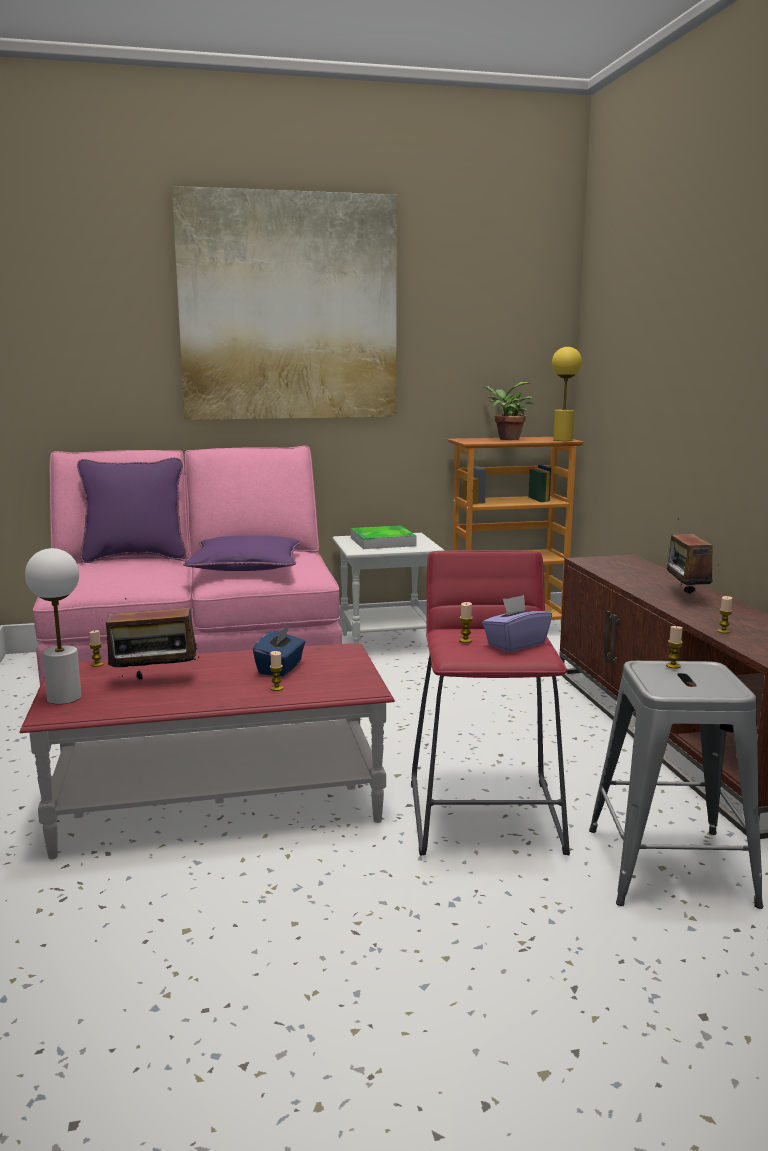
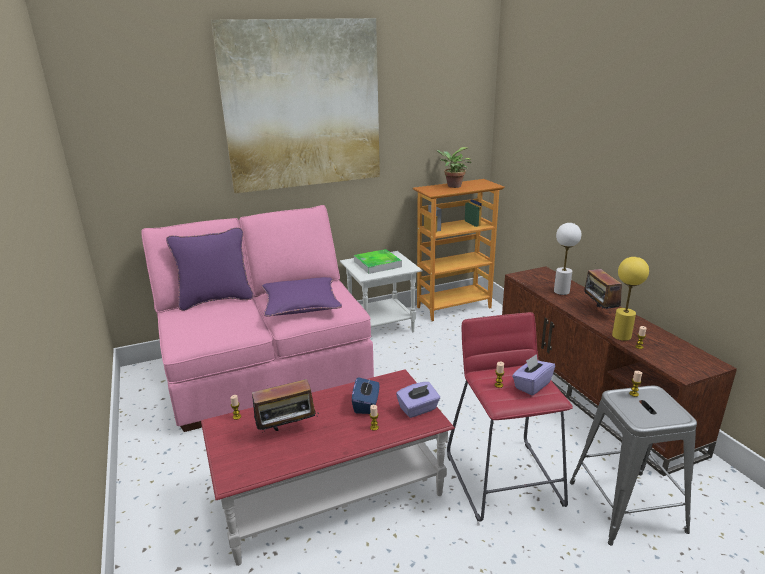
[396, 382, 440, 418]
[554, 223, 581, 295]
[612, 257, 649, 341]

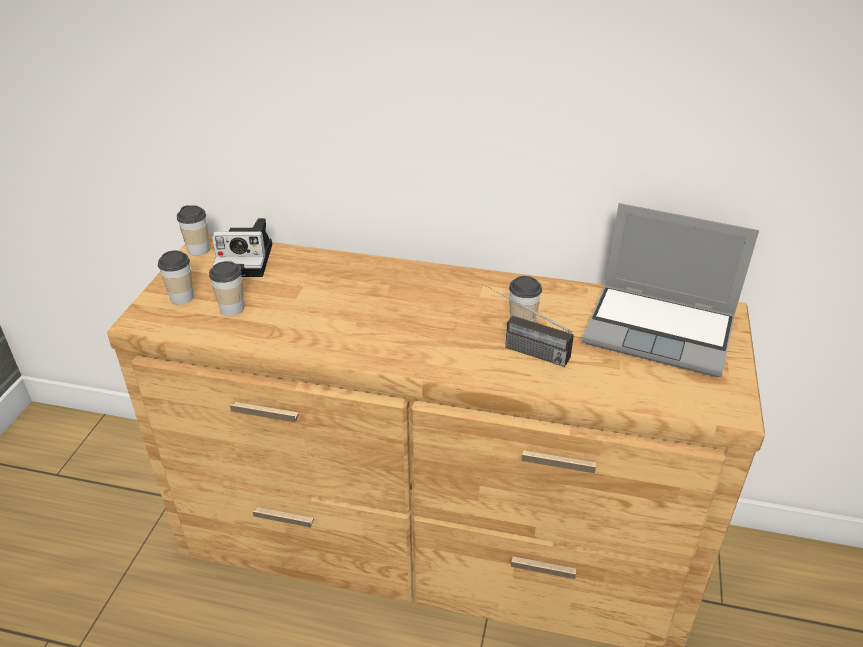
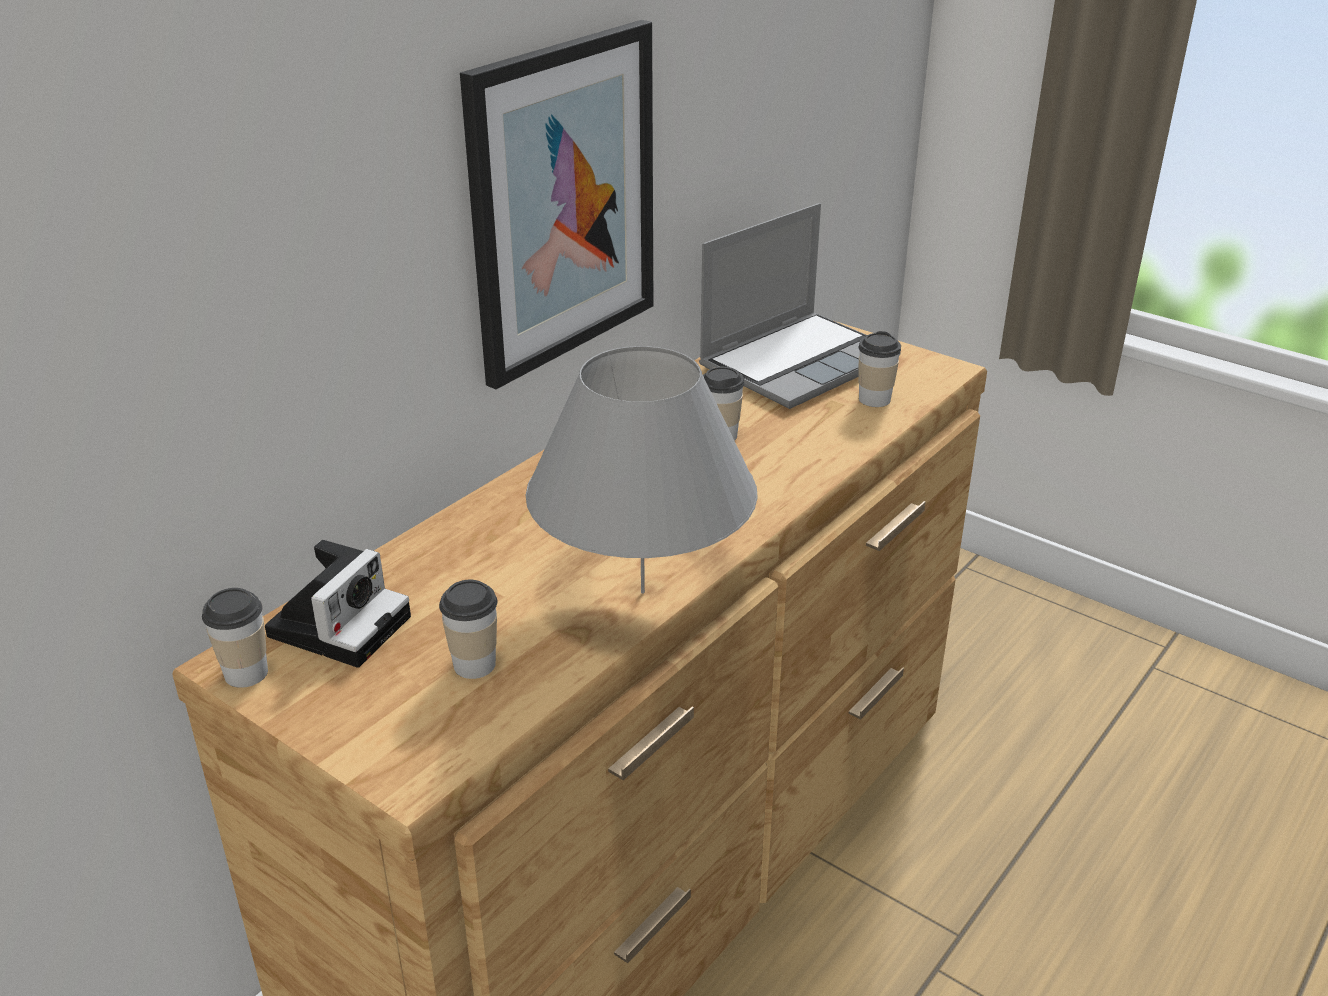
[460, 20, 653, 389]
[526, 346, 758, 594]
[858, 331, 901, 407]
[482, 283, 574, 367] (first image)

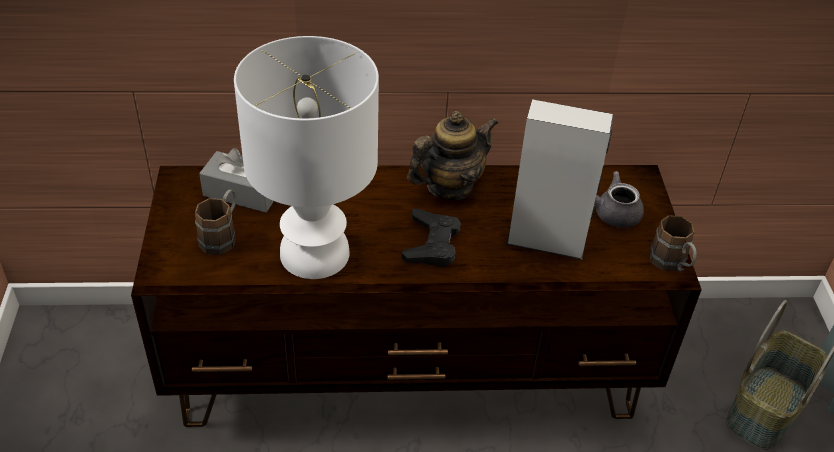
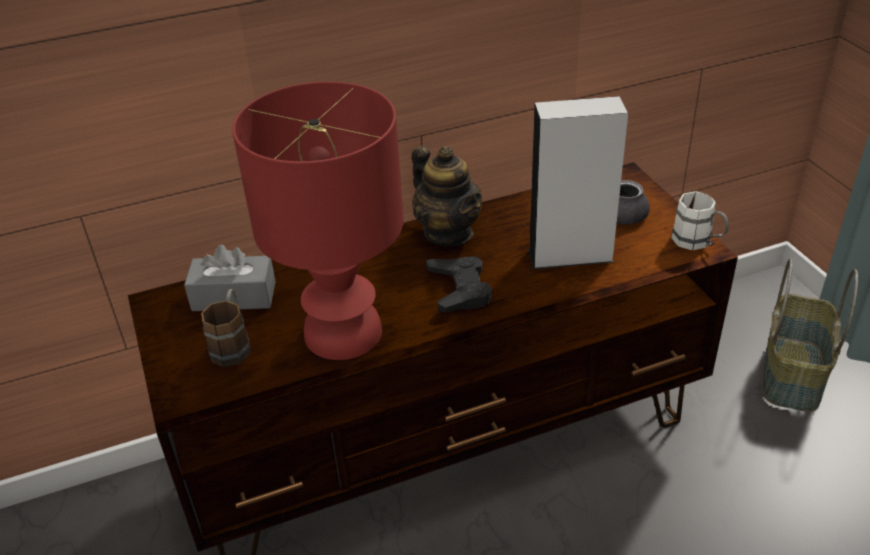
[232, 81, 404, 360]
[411, 146, 482, 246]
[672, 191, 729, 250]

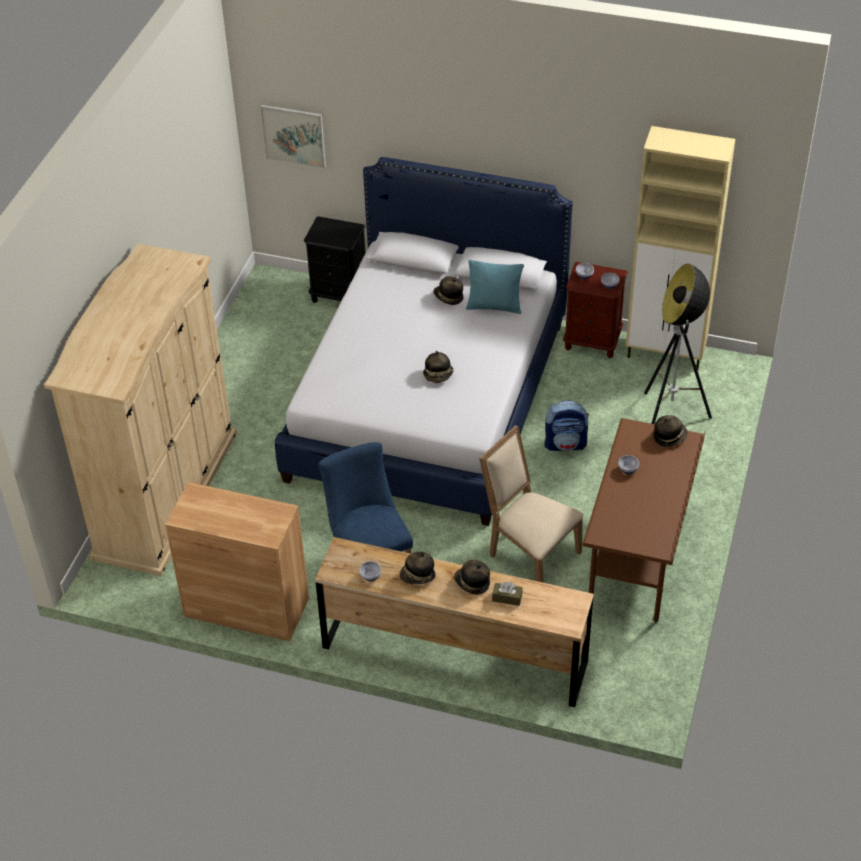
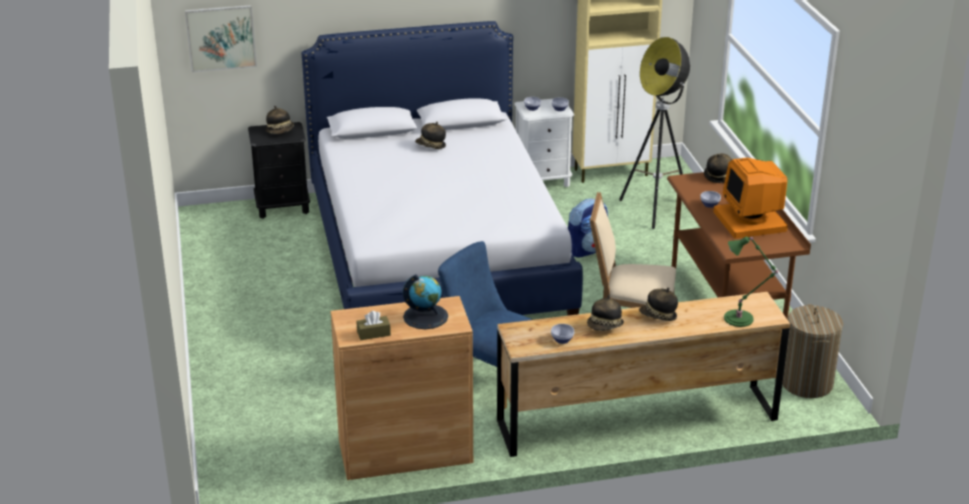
[266, 106, 294, 134]
[357, 311, 391, 340]
[402, 274, 448, 329]
[514, 99, 574, 187]
[714, 158, 788, 239]
[724, 236, 779, 327]
[782, 304, 843, 398]
[44, 243, 237, 576] (first image)
[466, 260, 524, 314] (first image)

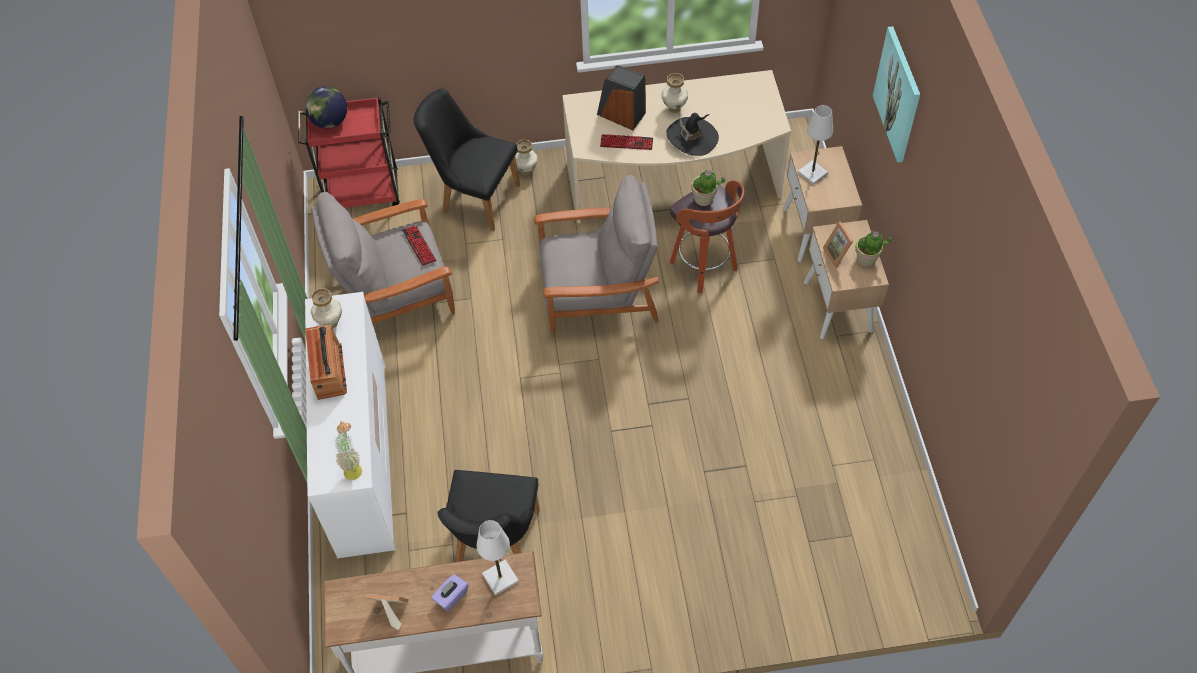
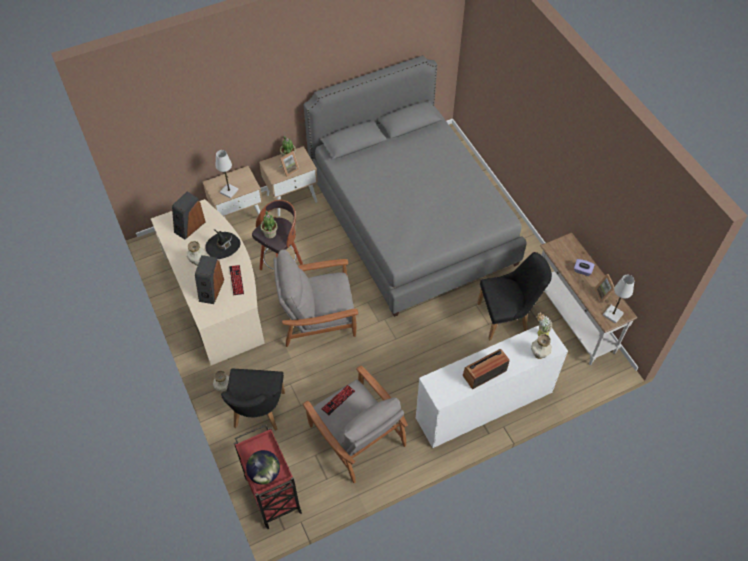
[172, 192, 206, 239]
[273, 249, 358, 347]
[304, 55, 527, 317]
[531, 334, 552, 359]
[603, 275, 634, 324]
[873, 26, 920, 163] (first image)

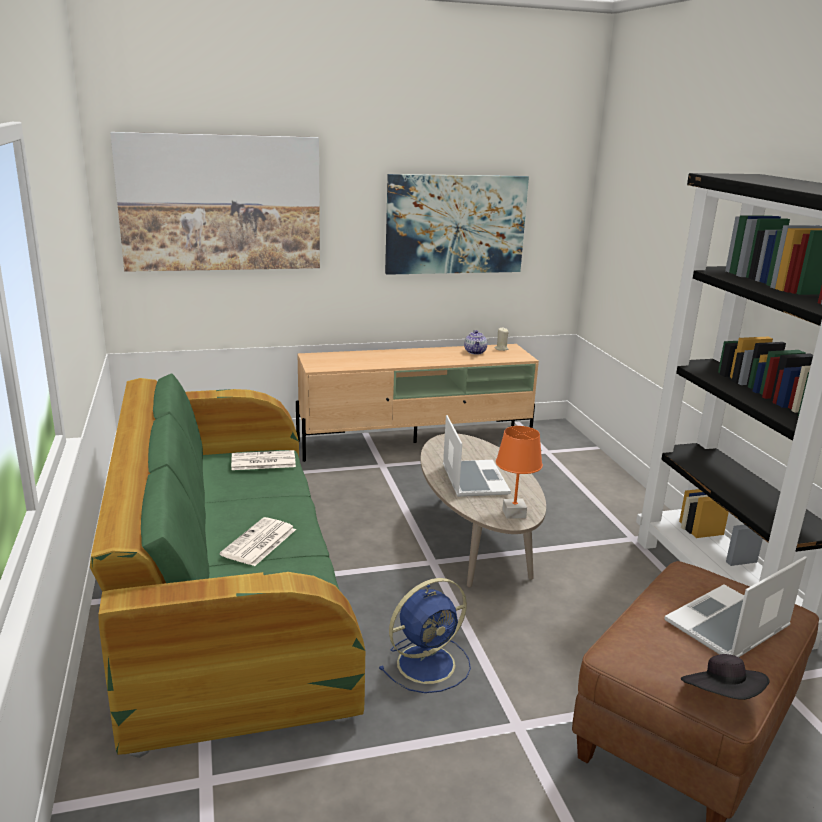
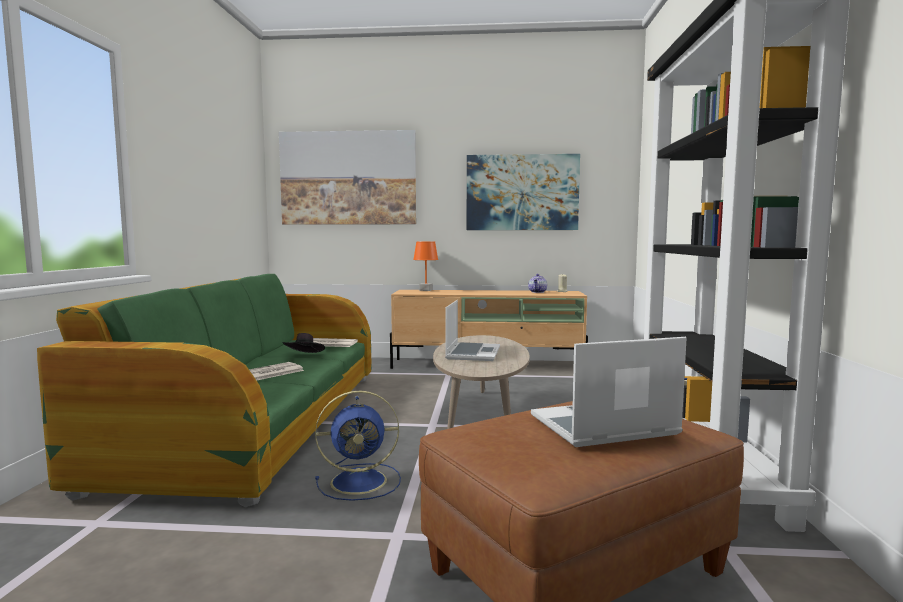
[283, 333, 325, 353]
[413, 241, 438, 291]

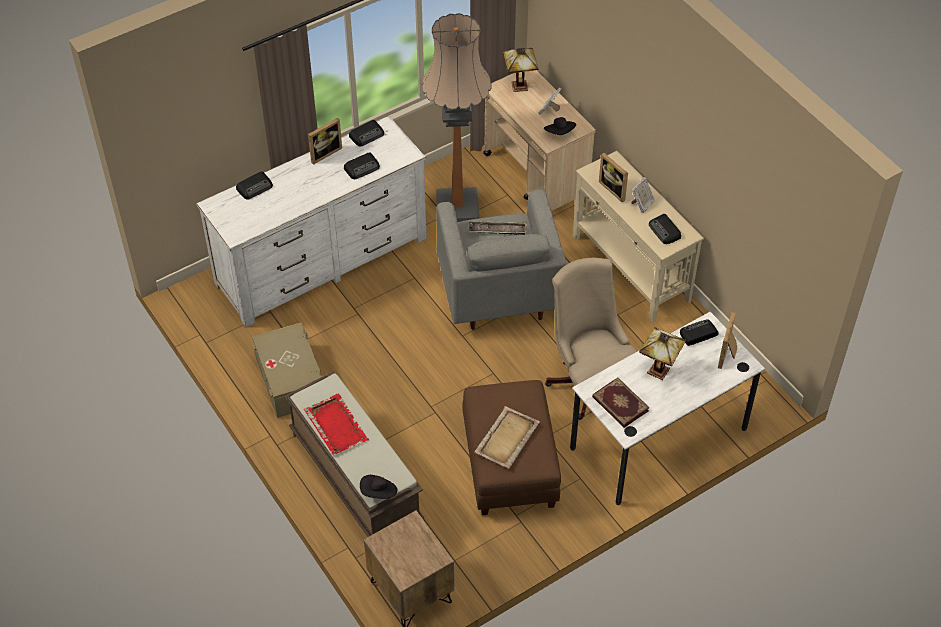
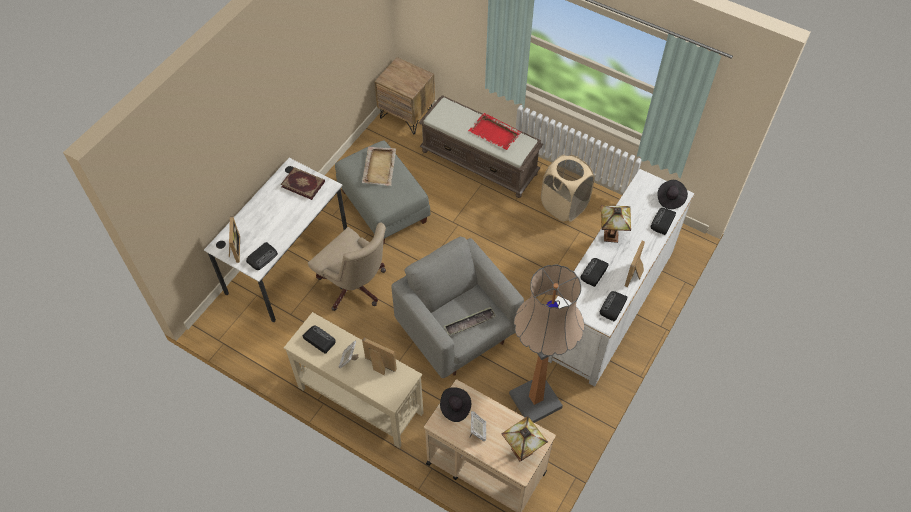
[335, 141, 430, 244]
[541, 155, 594, 222]
[601, 205, 631, 243]
[658, 180, 688, 209]

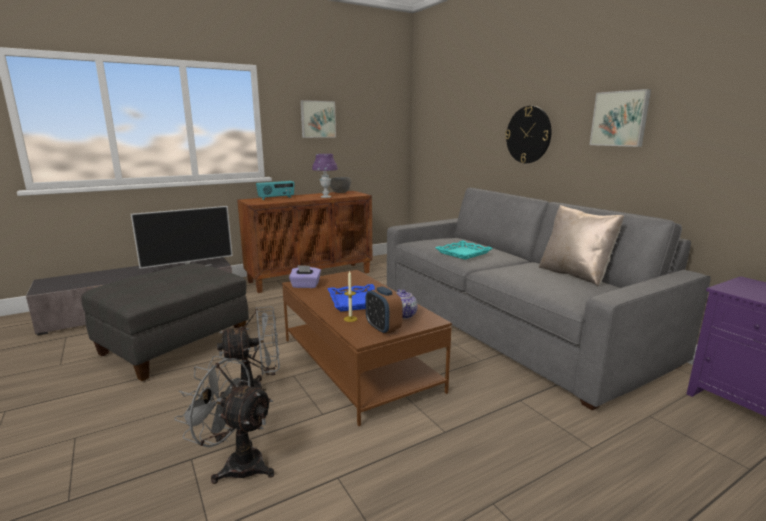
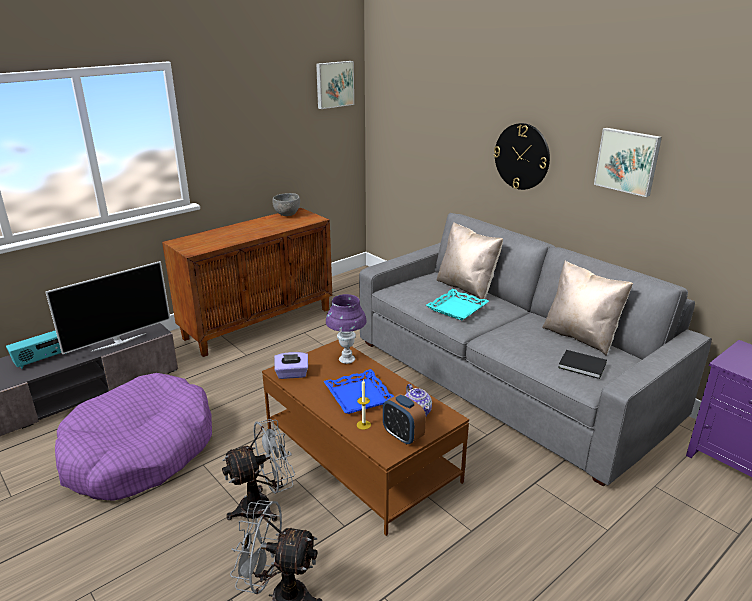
[6, 330, 67, 369]
[55, 373, 212, 501]
[316, 61, 354, 109]
[326, 294, 367, 364]
[437, 222, 503, 299]
[558, 350, 607, 379]

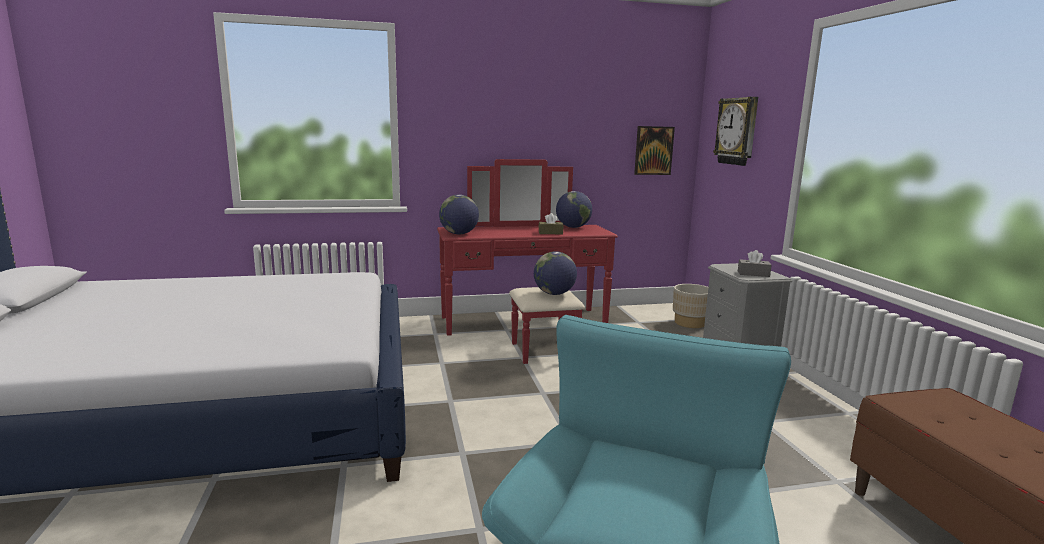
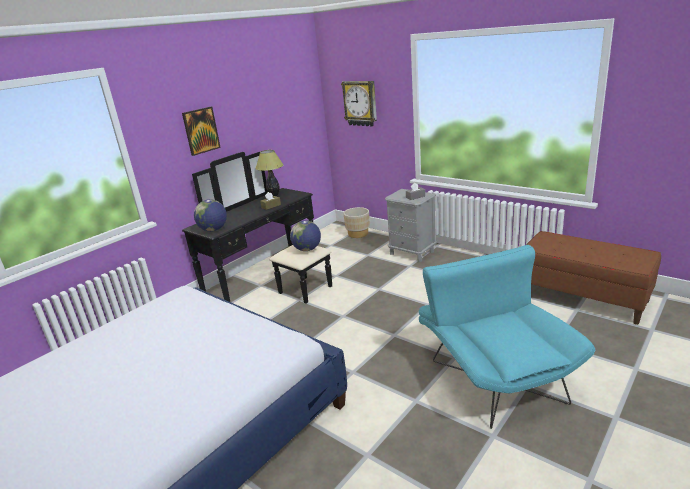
[182, 107, 221, 156]
[182, 151, 332, 304]
[255, 150, 283, 196]

